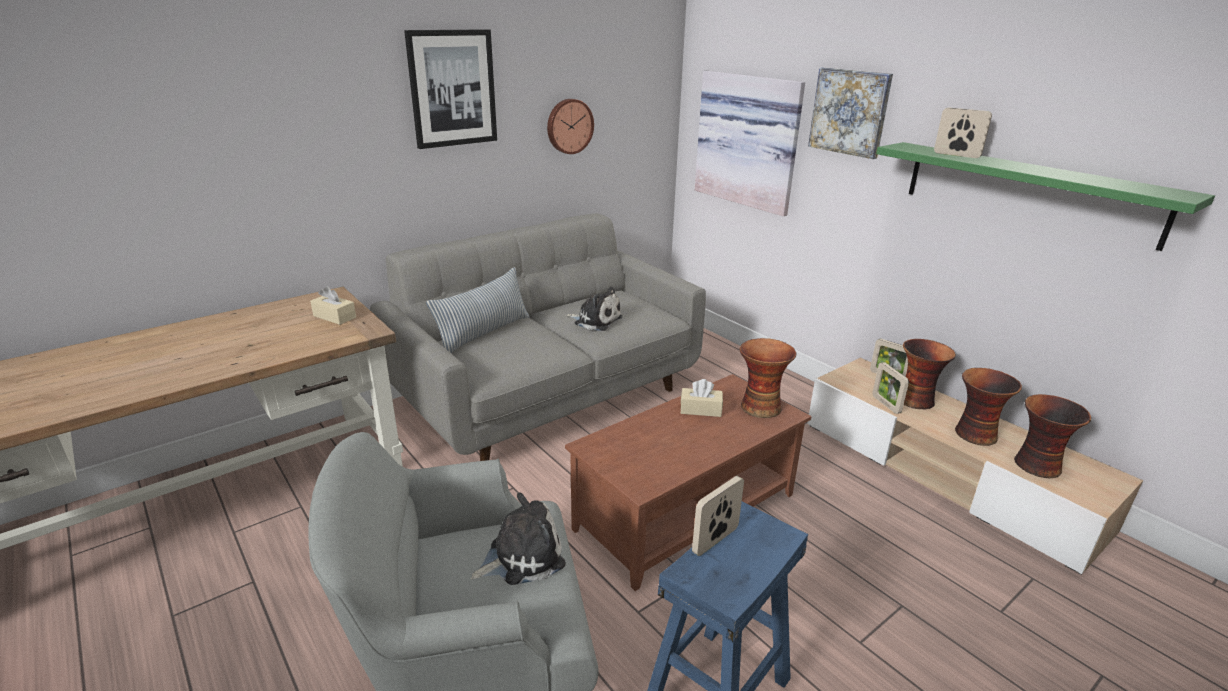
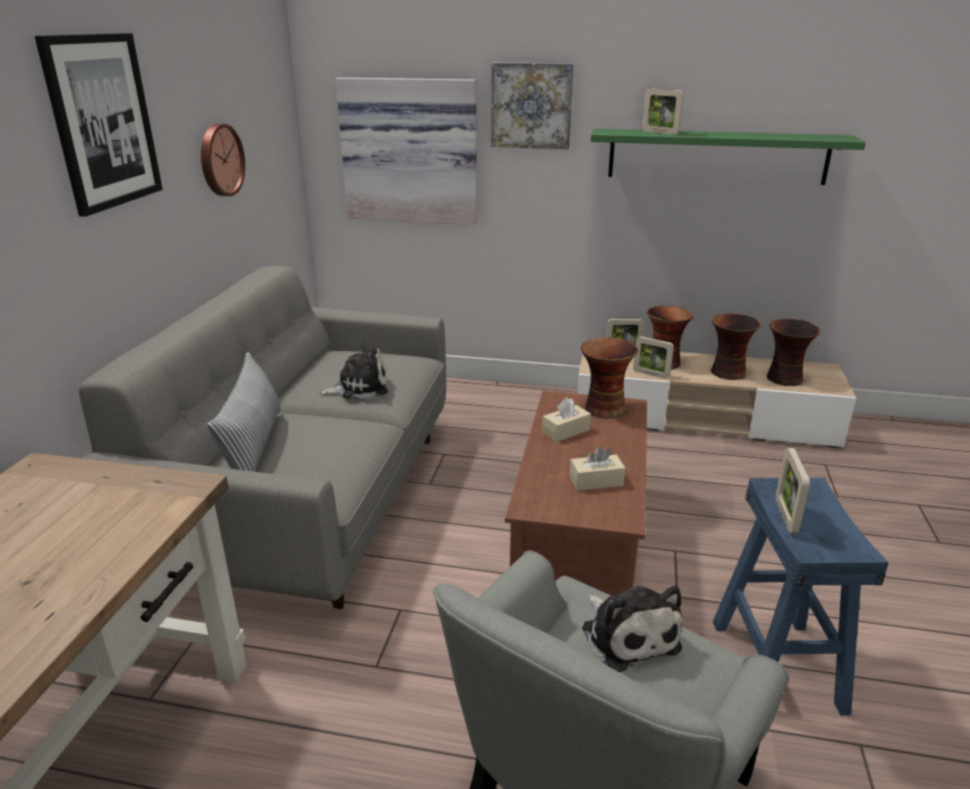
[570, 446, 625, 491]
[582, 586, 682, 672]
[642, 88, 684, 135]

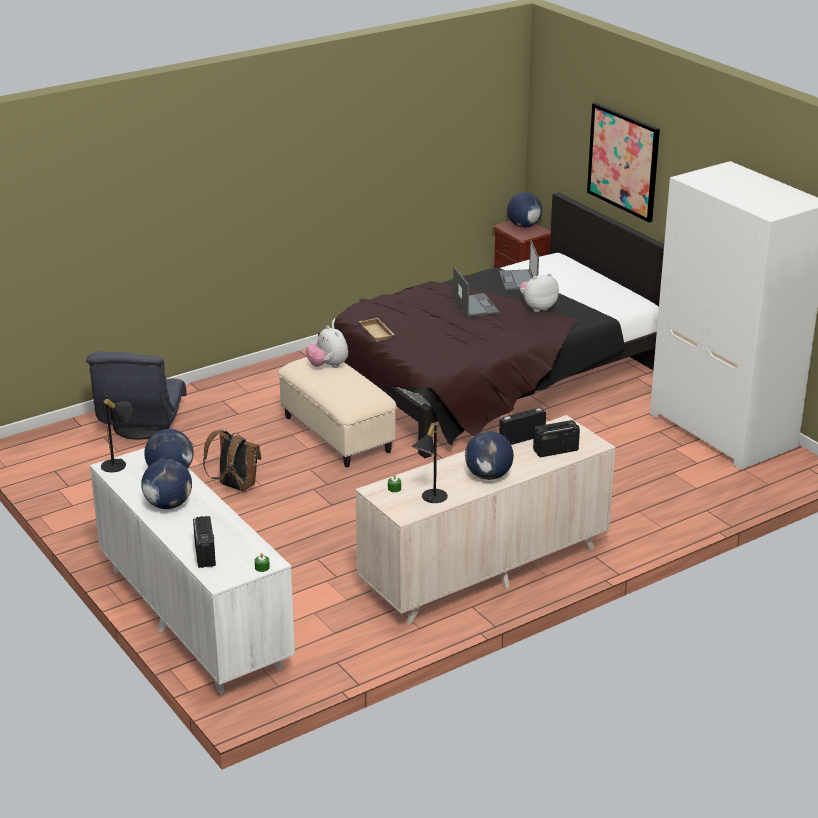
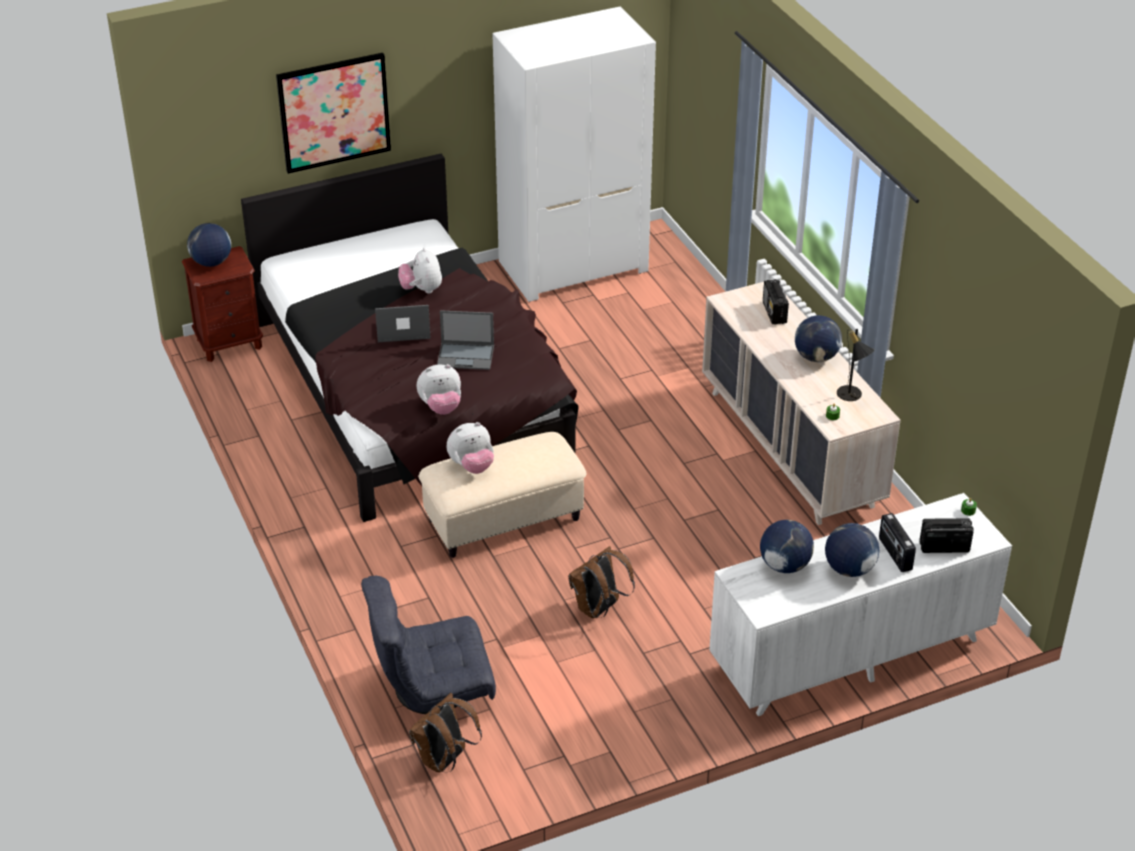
[361, 576, 496, 714]
[409, 693, 482, 772]
[417, 364, 461, 415]
[437, 310, 494, 370]
[879, 513, 916, 572]
[101, 395, 132, 472] (first image)

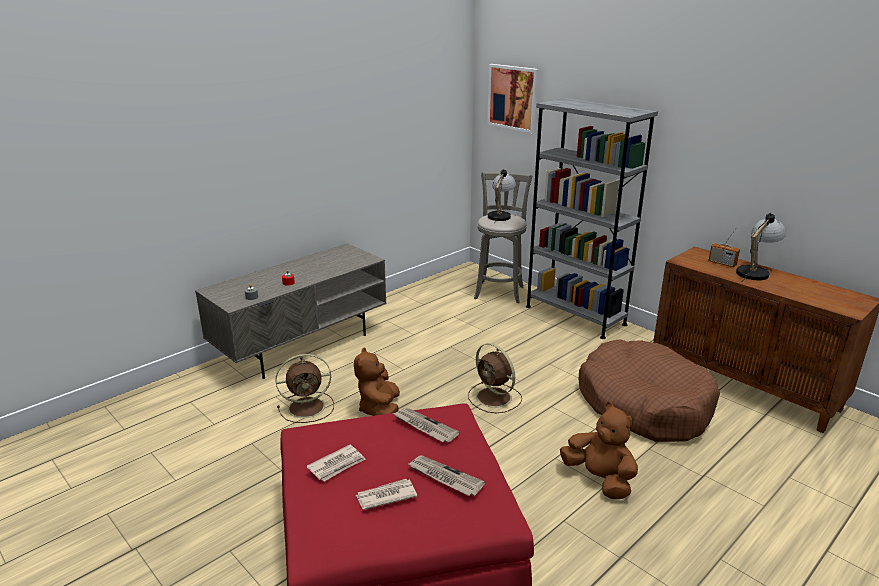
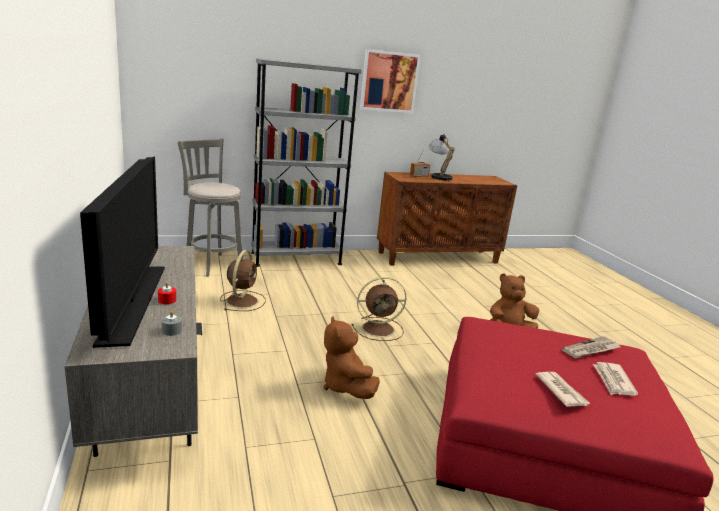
[80, 156, 165, 348]
[220, 250, 266, 311]
[323, 316, 380, 399]
[360, 49, 421, 113]
[393, 408, 460, 443] (first image)
[488, 169, 516, 222] (first image)
[579, 339, 720, 442] (first image)

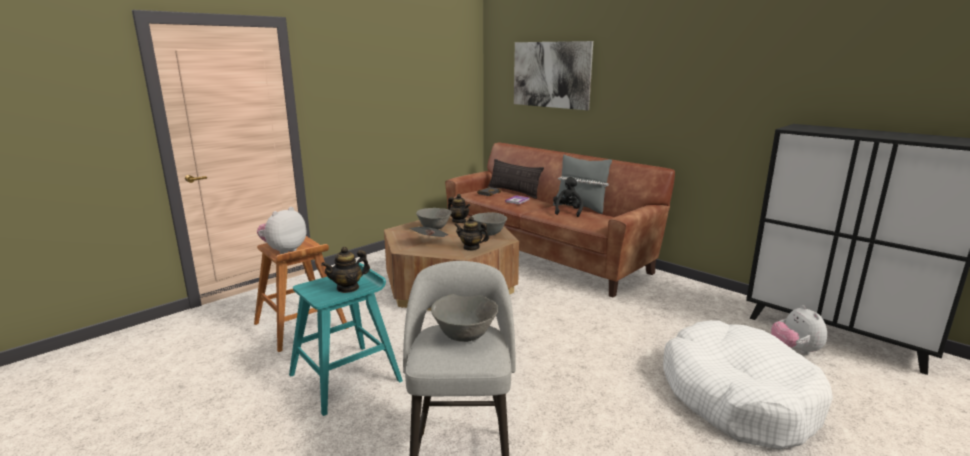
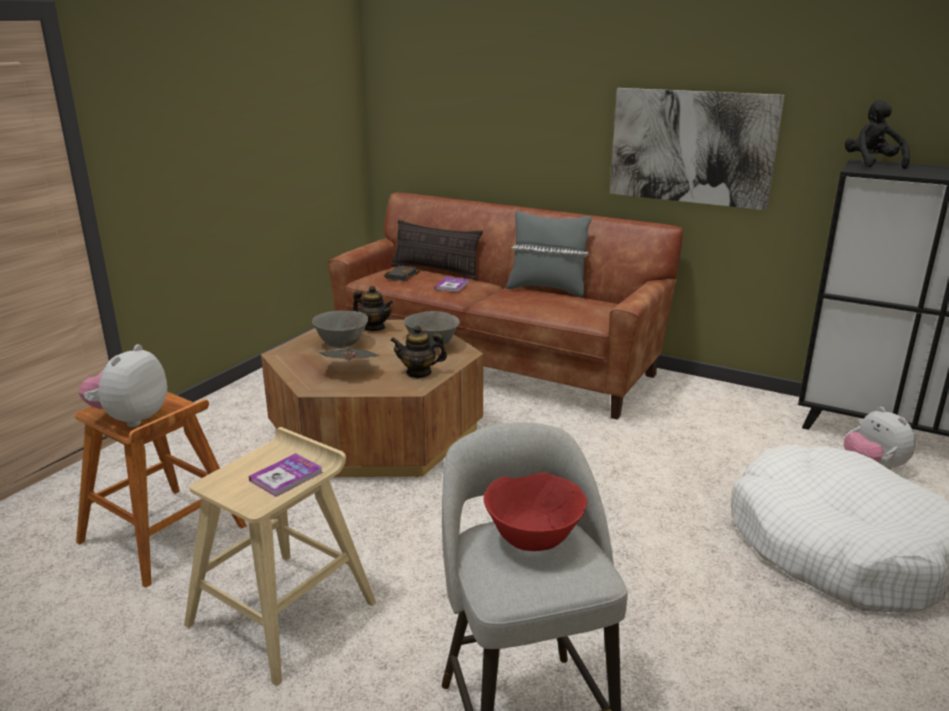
[184, 427, 376, 686]
[249, 453, 323, 497]
[484, 472, 587, 551]
[610, 88, 784, 210]
[845, 100, 910, 169]

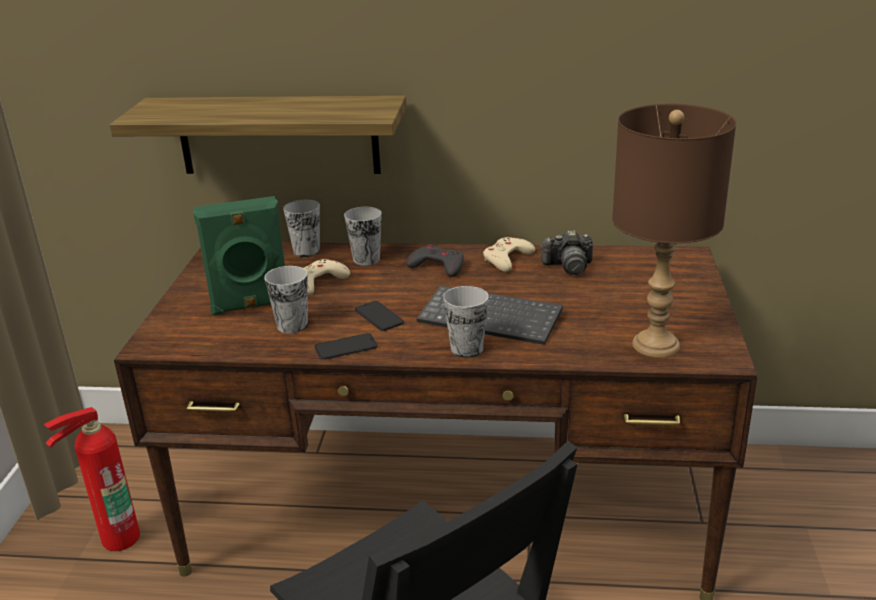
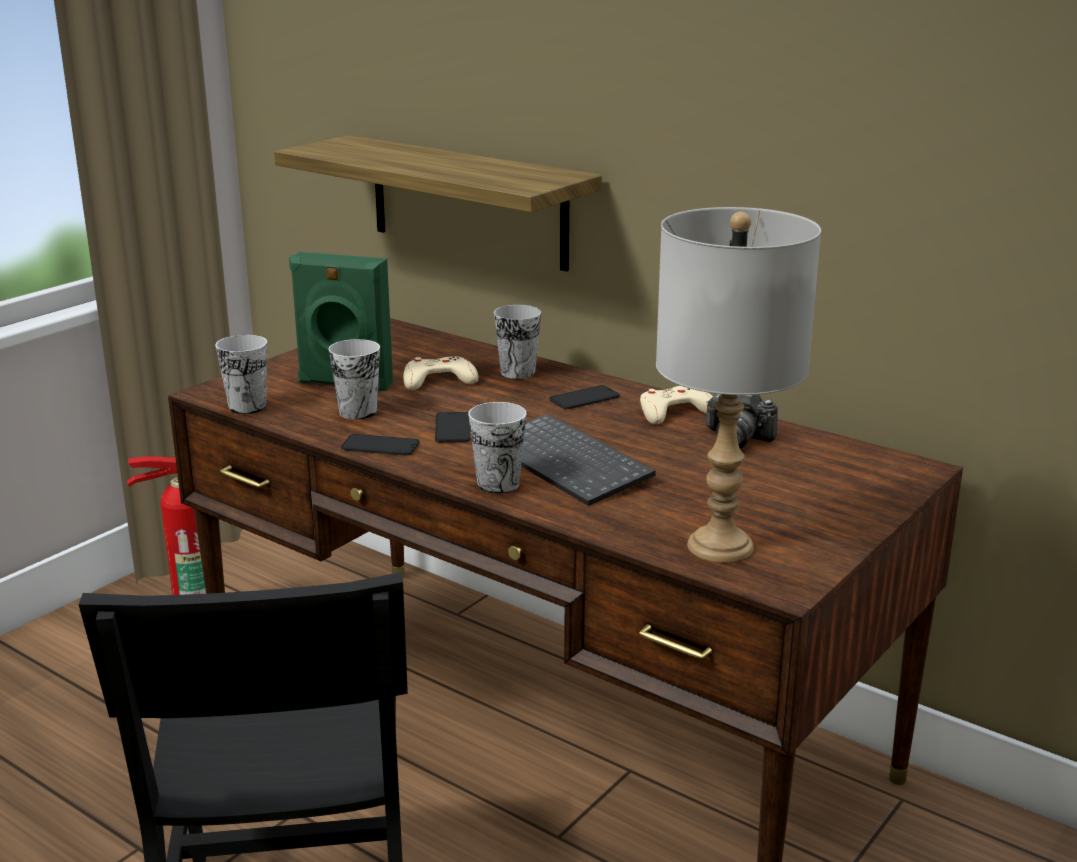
[215, 335, 267, 414]
[550, 385, 620, 410]
[656, 207, 821, 563]

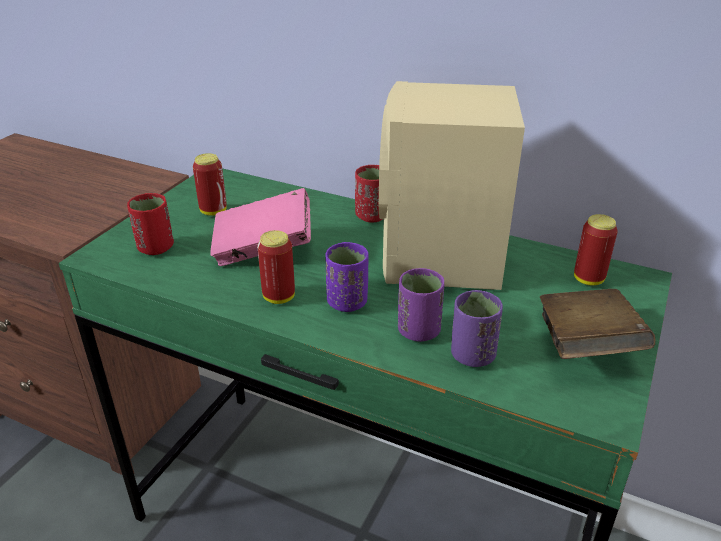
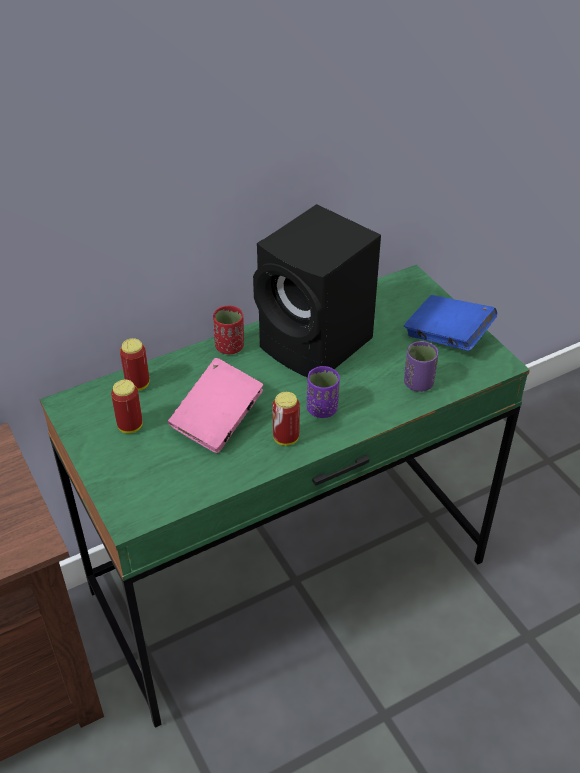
[120, 338, 149, 391]
[253, 204, 381, 378]
[404, 295, 497, 351]
[127, 193, 174, 255] (first image)
[398, 268, 444, 342] (first image)

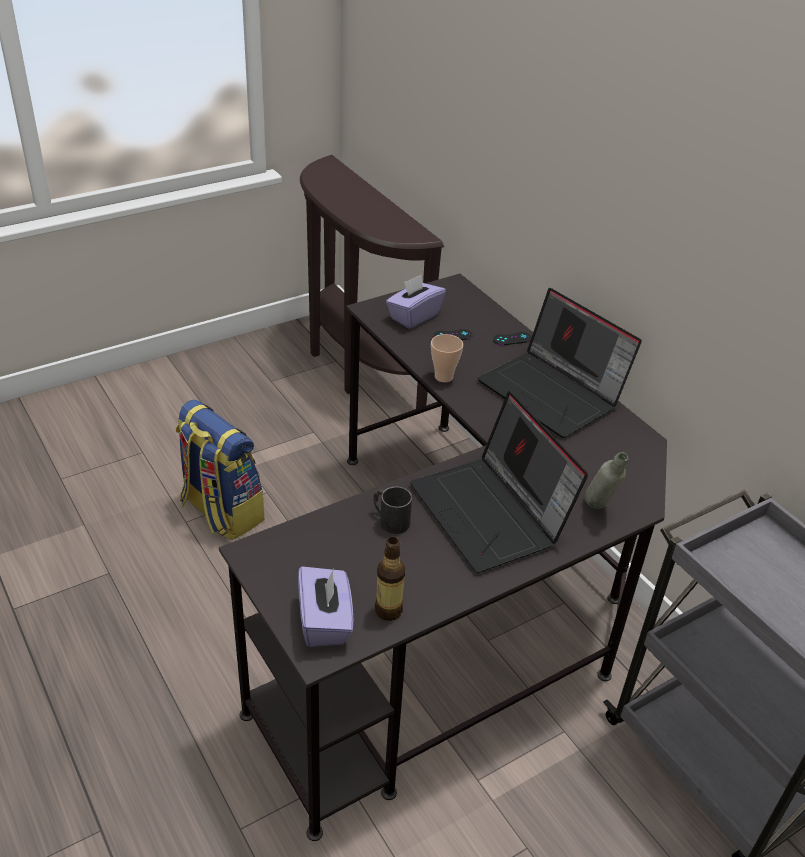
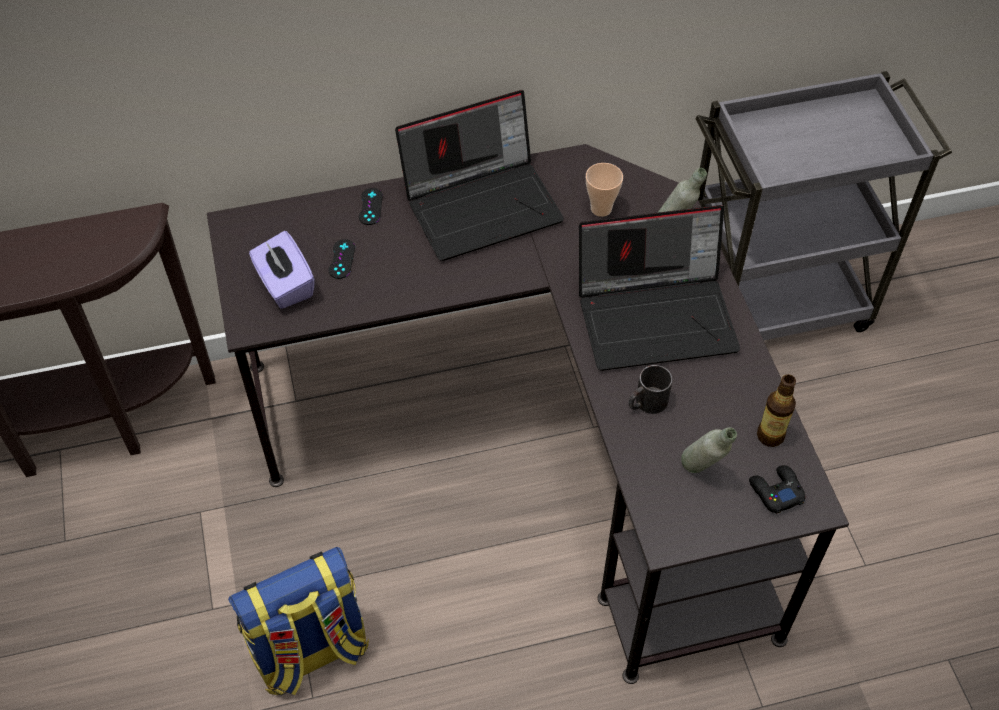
[586, 163, 623, 217]
[681, 427, 737, 473]
[749, 465, 805, 514]

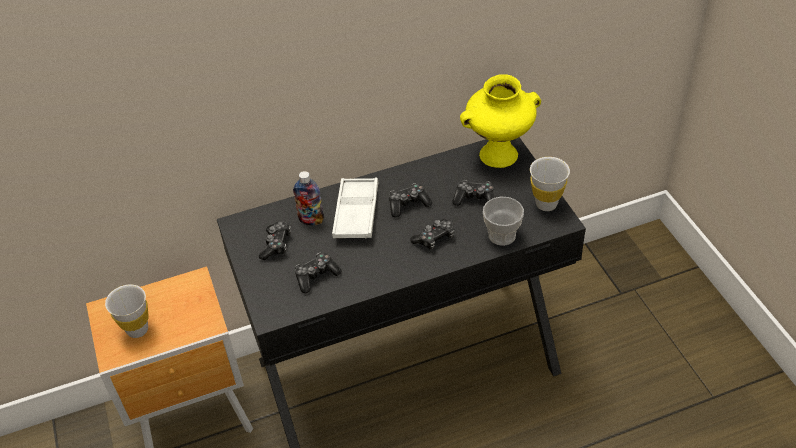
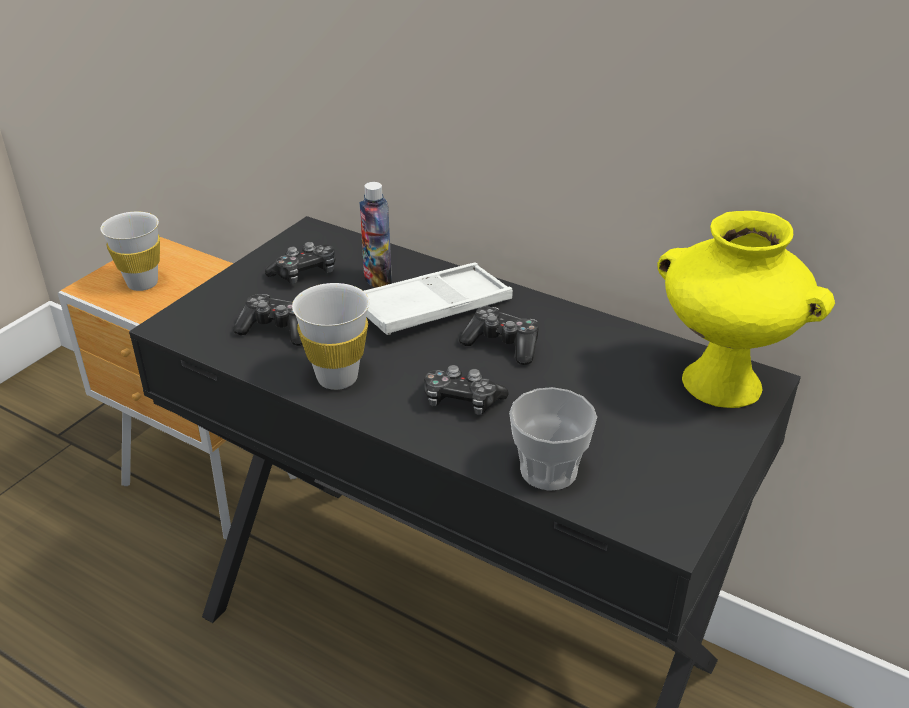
[292, 283, 369, 390]
[452, 180, 495, 206] (first image)

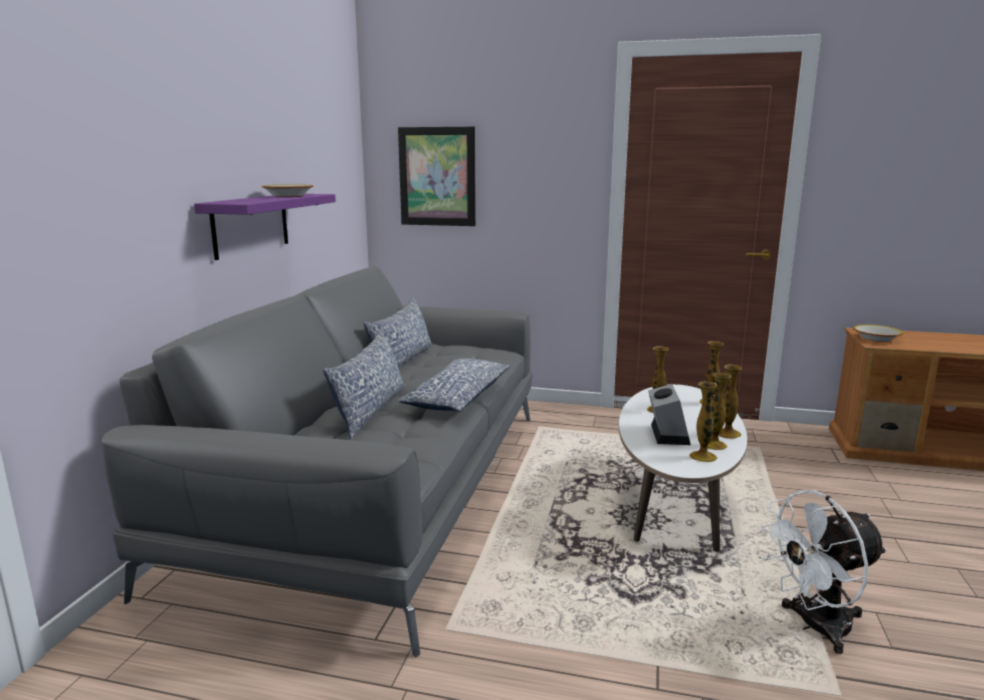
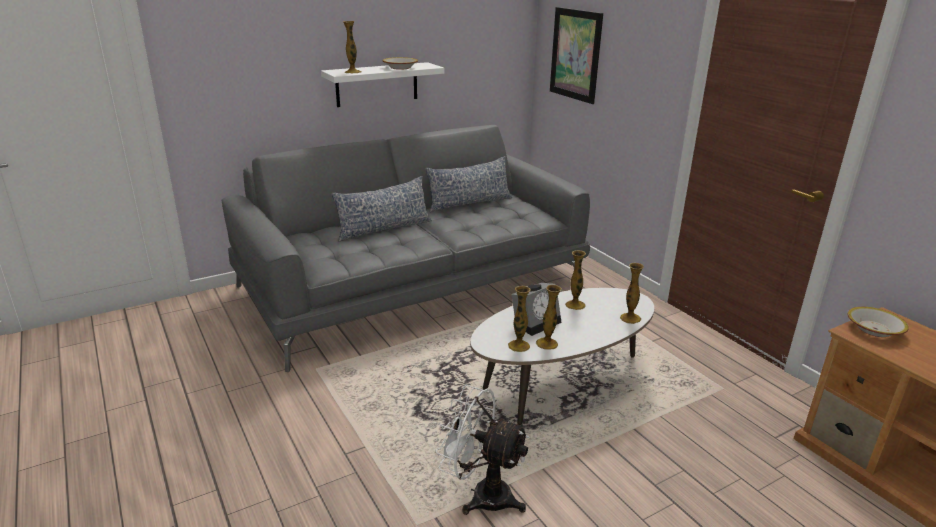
[321, 62, 444, 107]
[343, 21, 361, 73]
[398, 358, 510, 412] (first image)

